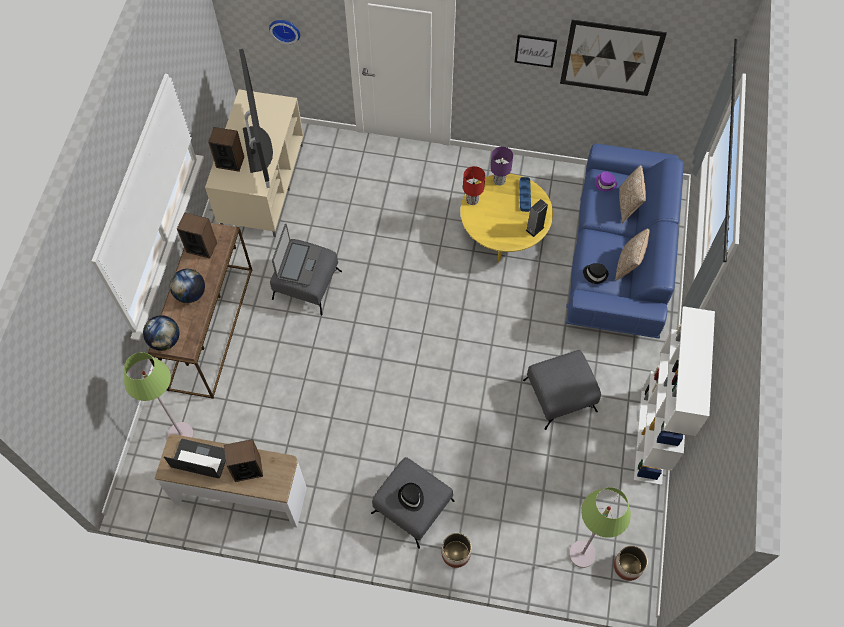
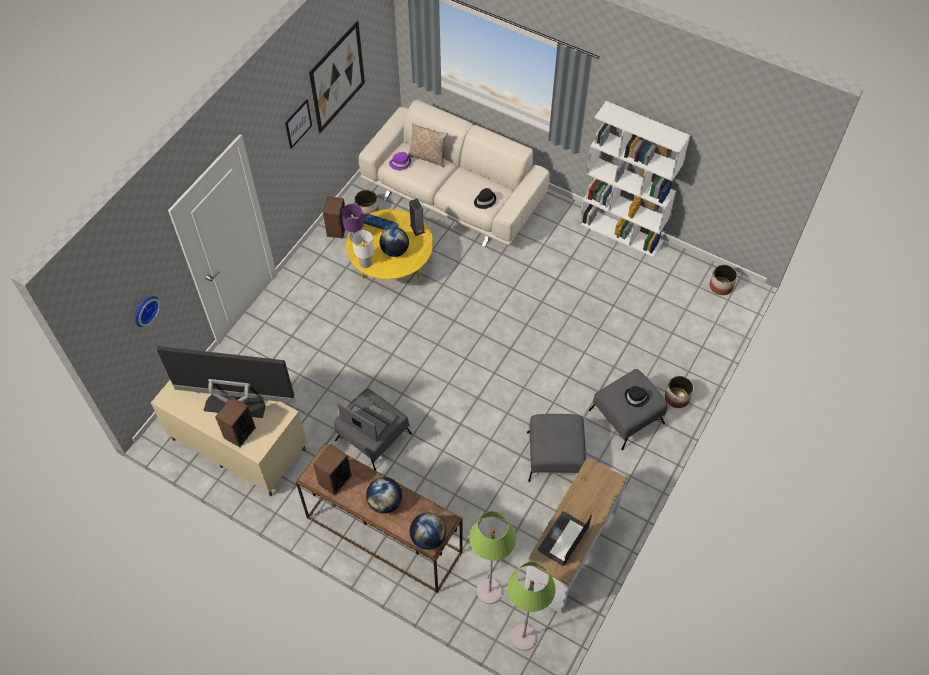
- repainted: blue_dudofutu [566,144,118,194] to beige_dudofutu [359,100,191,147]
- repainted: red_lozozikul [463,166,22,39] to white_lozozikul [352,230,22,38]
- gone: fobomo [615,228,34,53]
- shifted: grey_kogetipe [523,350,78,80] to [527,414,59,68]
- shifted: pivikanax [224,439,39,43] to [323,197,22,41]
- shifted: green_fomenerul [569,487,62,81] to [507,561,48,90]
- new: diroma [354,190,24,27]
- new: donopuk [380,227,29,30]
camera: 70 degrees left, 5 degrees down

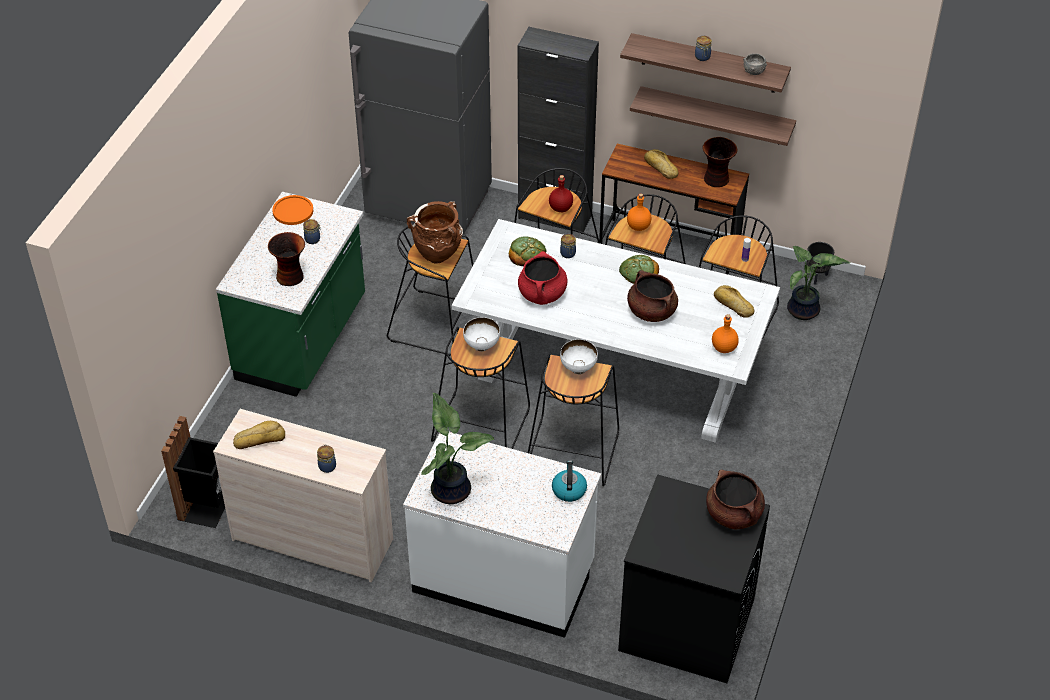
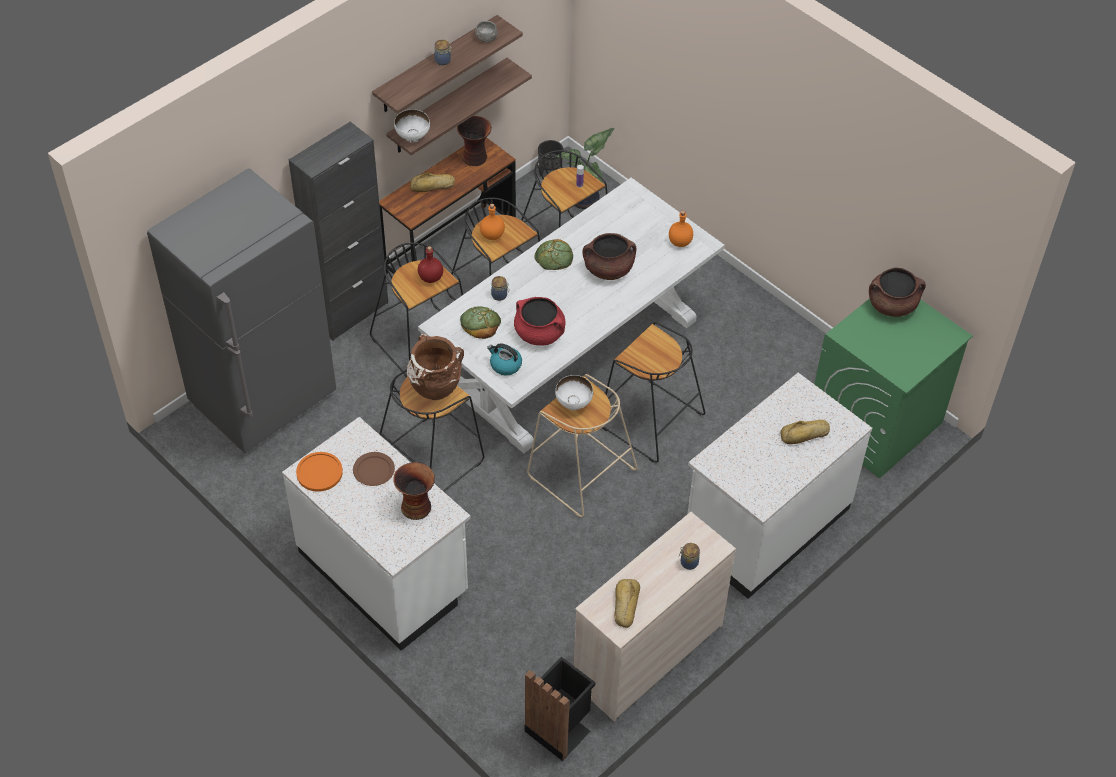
- repainted: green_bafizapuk [216,192,149,205] to white_bafizapuk [282,417,189,234]
- swapped: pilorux [303,219,19,25] to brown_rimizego [353,452,42,34]
- shifted: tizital [714,285,40,33] to [780,420,50,24]
- repainted: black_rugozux [431,327,99,122] to beige_rugozux [527,374,111,143]
- shifted: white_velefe [560,339,38,35] to [394,109,36,34]
- gone: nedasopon [421,393,73,111]
- shifted: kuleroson [552,460,35,42] to [487,343,35,33]
- repainted: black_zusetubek [618,474,152,209] to green_zusetubek [814,298,159,180]
camera: 65 degrees left, 5 degrees up

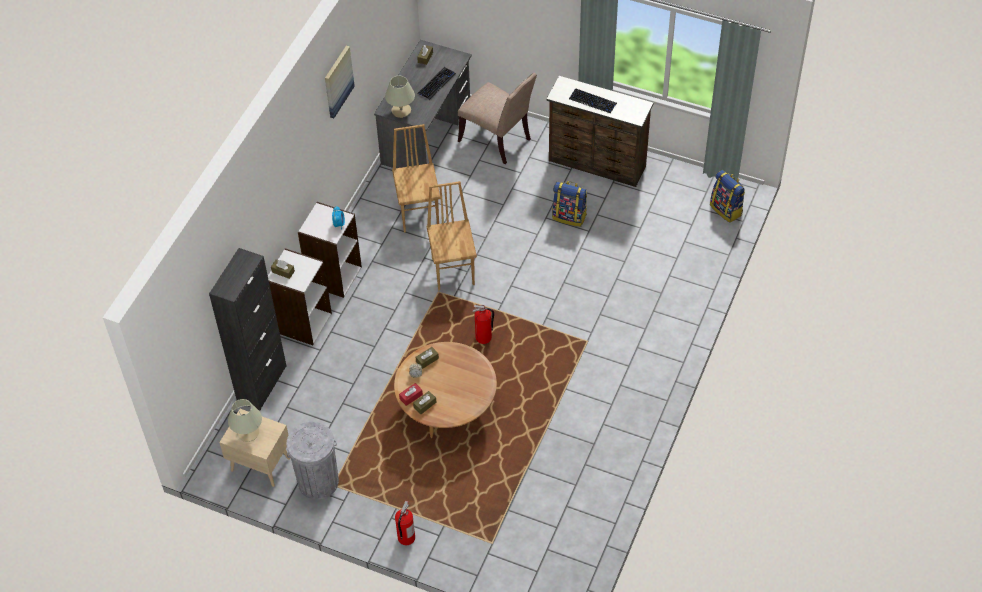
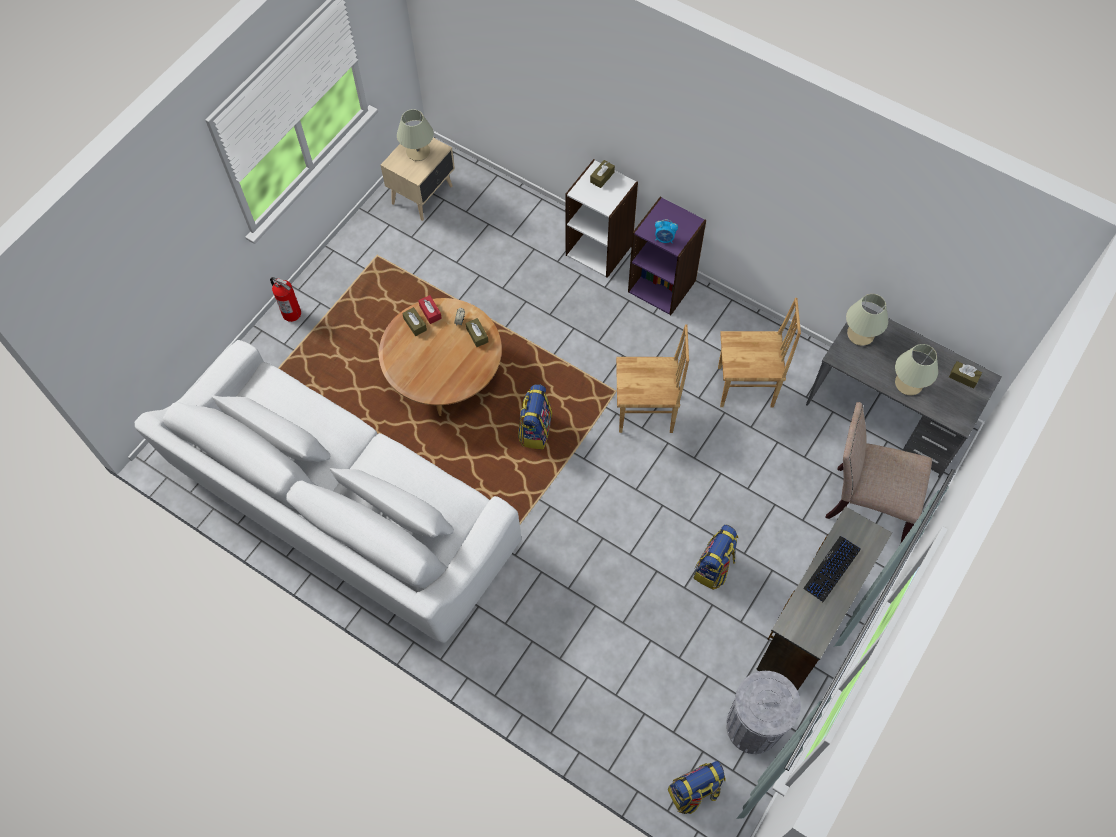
- gone: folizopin [325,46,30,72]
- swapped: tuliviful [417,67,39,33] to beige_lozozikul [895,344,43,51]
- rotated: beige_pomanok [458,73,79,91] = [825,402,107,141] 60 degrees clockwise
- repainted: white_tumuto [298,202,64,96] to purple_tumuto [628,197,78,118]
- gone: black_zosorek [209,248,78,162]
- swapped: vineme [472,305,22,39] to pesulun [518,384,34,65]
- shifted: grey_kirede [287,422,52,78] to [726,671,75,83]
- new: white_dudofutu [135,340,387,303]
camera: 100 degrees right, 10 degrees up

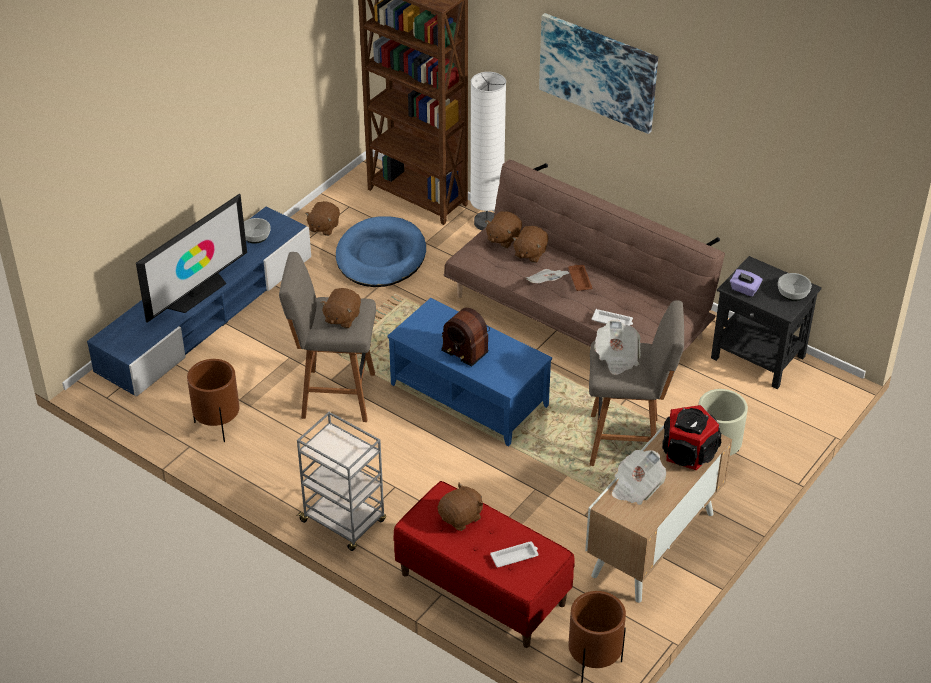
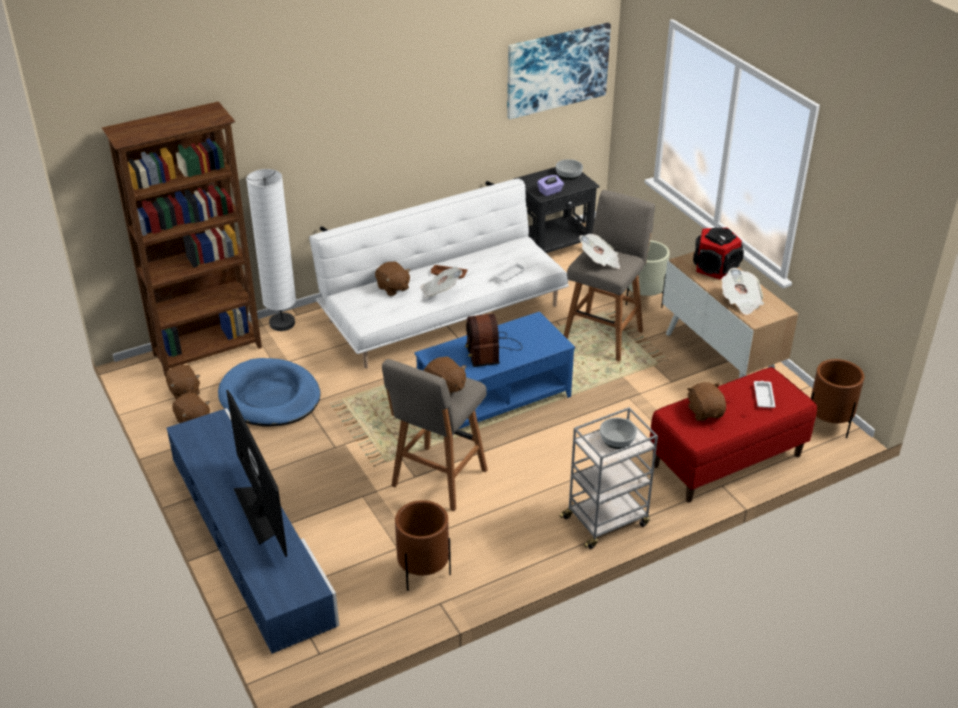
- shifted: folizopin [539,13,119,121] to [507,23,104,96]
- repainted: brown_dudofutu [444,159,281,193] to white_dudofutu [309,178,260,191]
- shifted: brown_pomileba [485,211,37,37] to [166,365,34,34]
- shifted: velefe [244,218,27,26] to [600,418,37,31]
- rotated: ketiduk [441,308,49,59] = [465,314,57,53] 105 degrees clockwise
camera: 65 degrees left, 5 degrees down

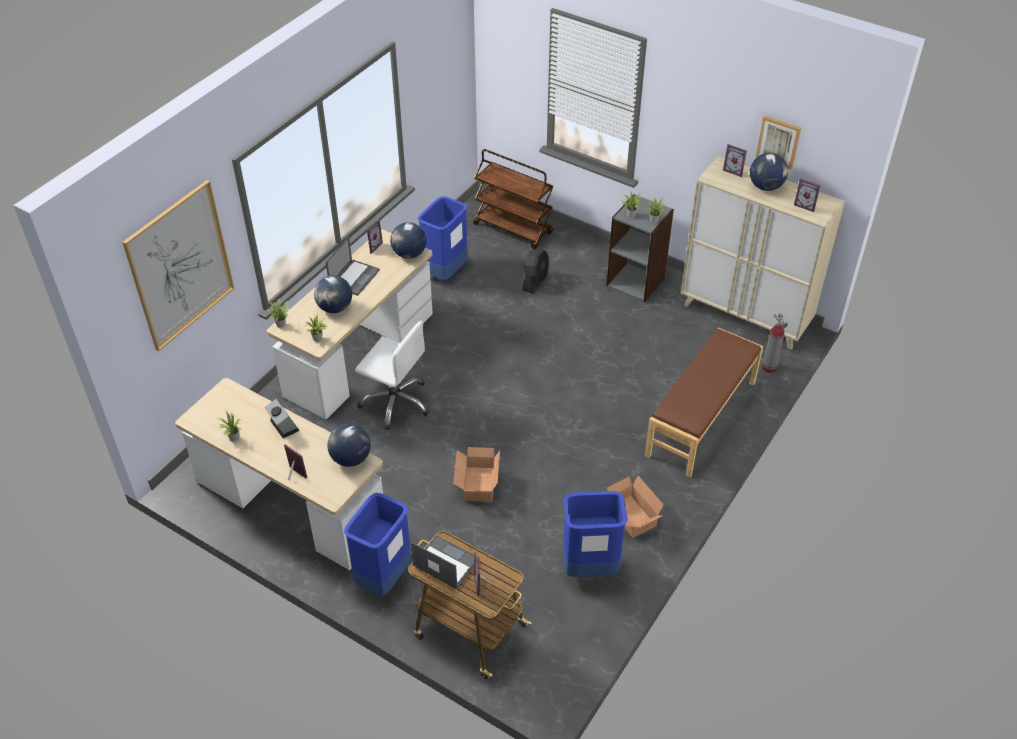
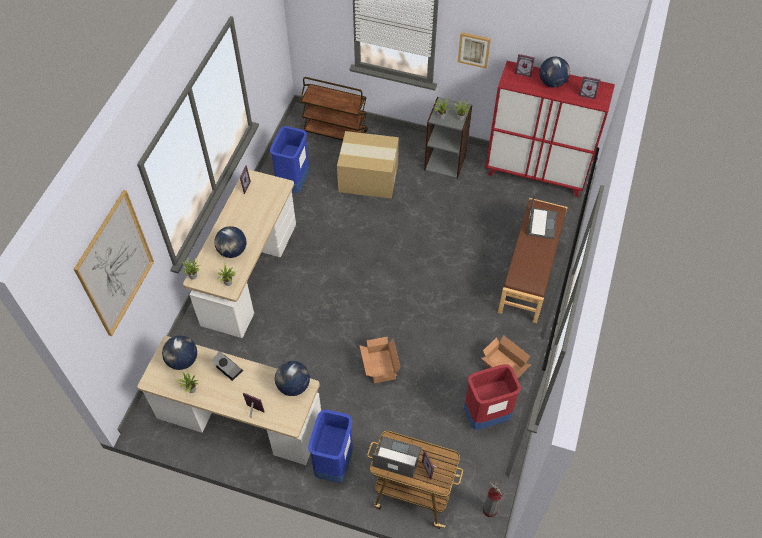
- shifted: folizopin [756,116,45,53] to [458,32,33,36]
- repainted: beige_zosorek [681,156,164,194] to red_zosorek [486,61,129,136]
- shifted: donopuk [390,222,36,37] to [162,335,35,35]
- shifted: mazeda [326,237,54,59] to [527,193,30,46]
- swapped: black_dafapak [522,249,27,45] to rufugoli [337,131,62,68]
- shifted: vineme [762,313,26,60] to [483,481,22,36]
- gone: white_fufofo [355,320,74,110]
- repainted: blue_kirede [563,491,64,86] to red_kirede [464,364,57,66]
camera: 15 degrees left, 10 degrees up

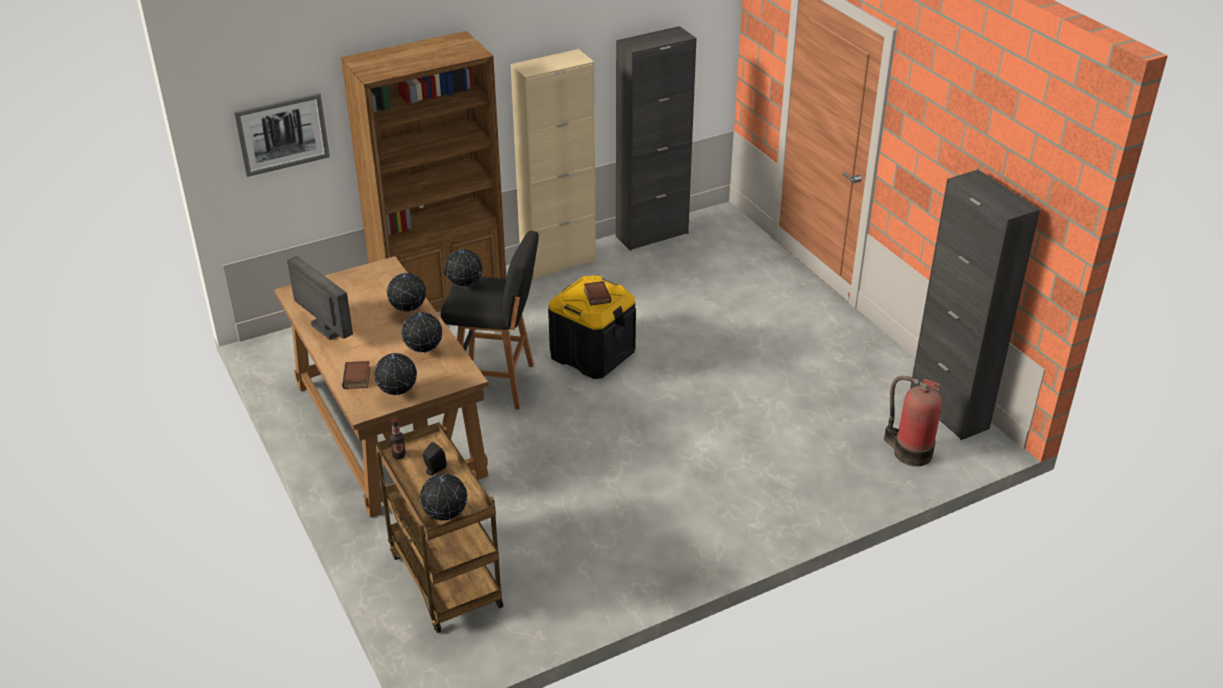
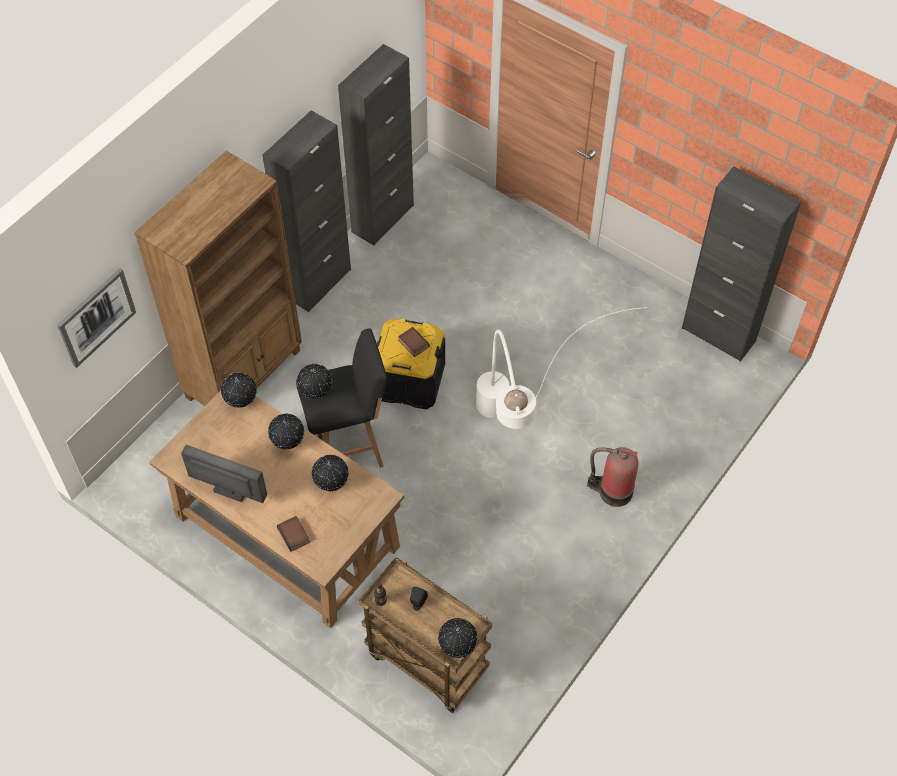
- repainted: beige_zosorek [511,49,85,230] to black_zosorek [262,110,89,202]
- shifted: donopuk [374,353,43,42] to [221,372,36,36]
- shifted: vineme [884,376,58,90] to [587,447,51,60]
- new: white_fomenerul [476,307,171,122]
camera: 25 degrees left, 20 degrees up

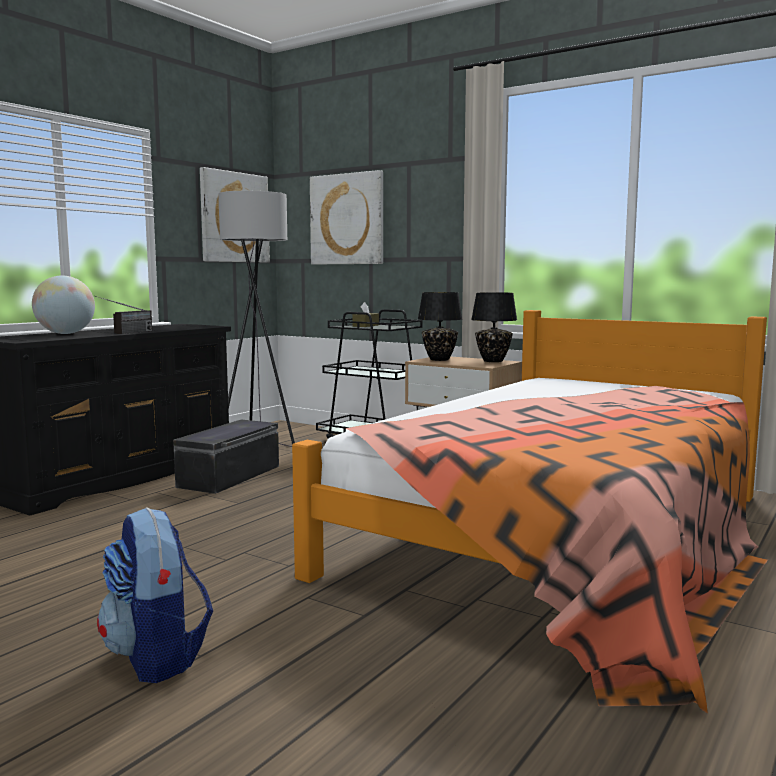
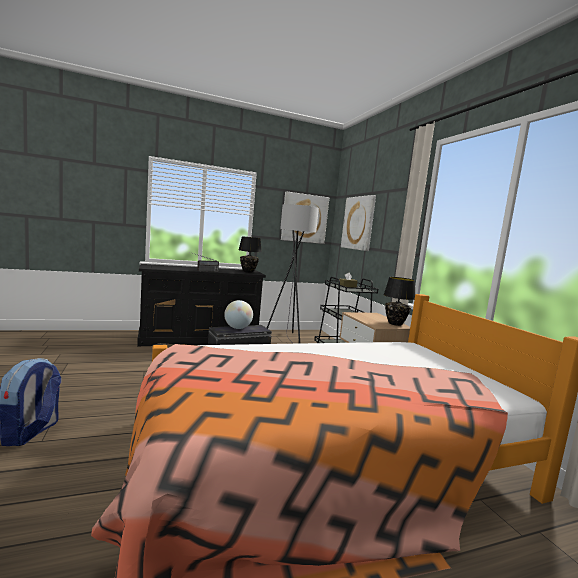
- shifted: donopuk [32,275,63,59] to [224,300,29,29]
- shifted: black_lozozikul [418,292,44,69] to [239,236,23,37]
camera: 35 degrees right, 0 degrees up

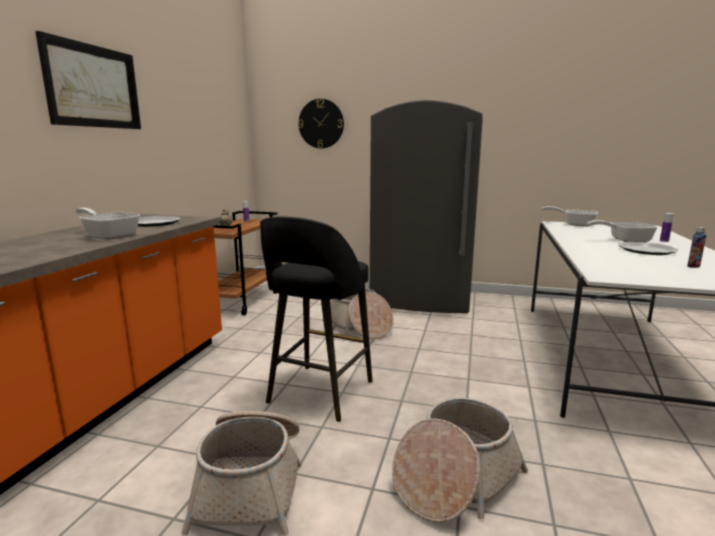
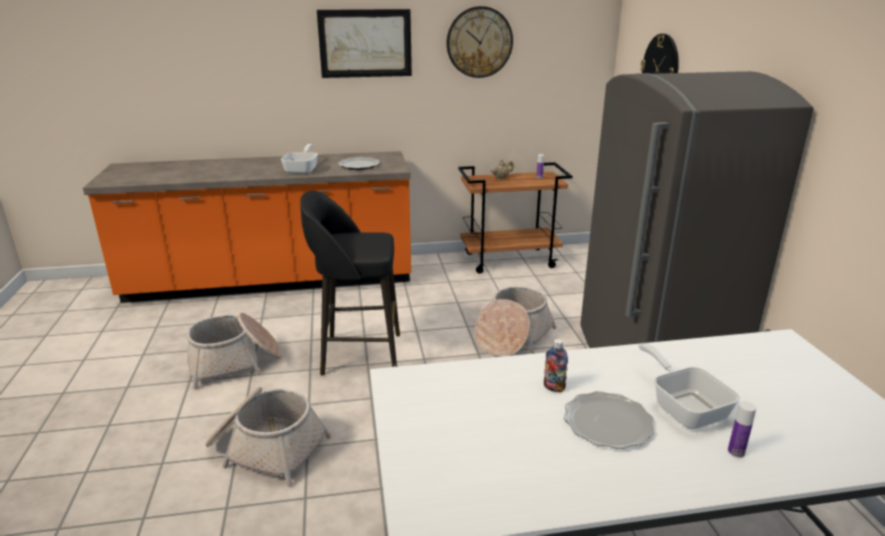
- gone: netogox [542,206,56,21]
- shifted: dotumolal [687,227,19,41] to [544,339,24,54]
- new: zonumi [447,6,66,72]
camera: 65 degrees right, 10 degrees up

